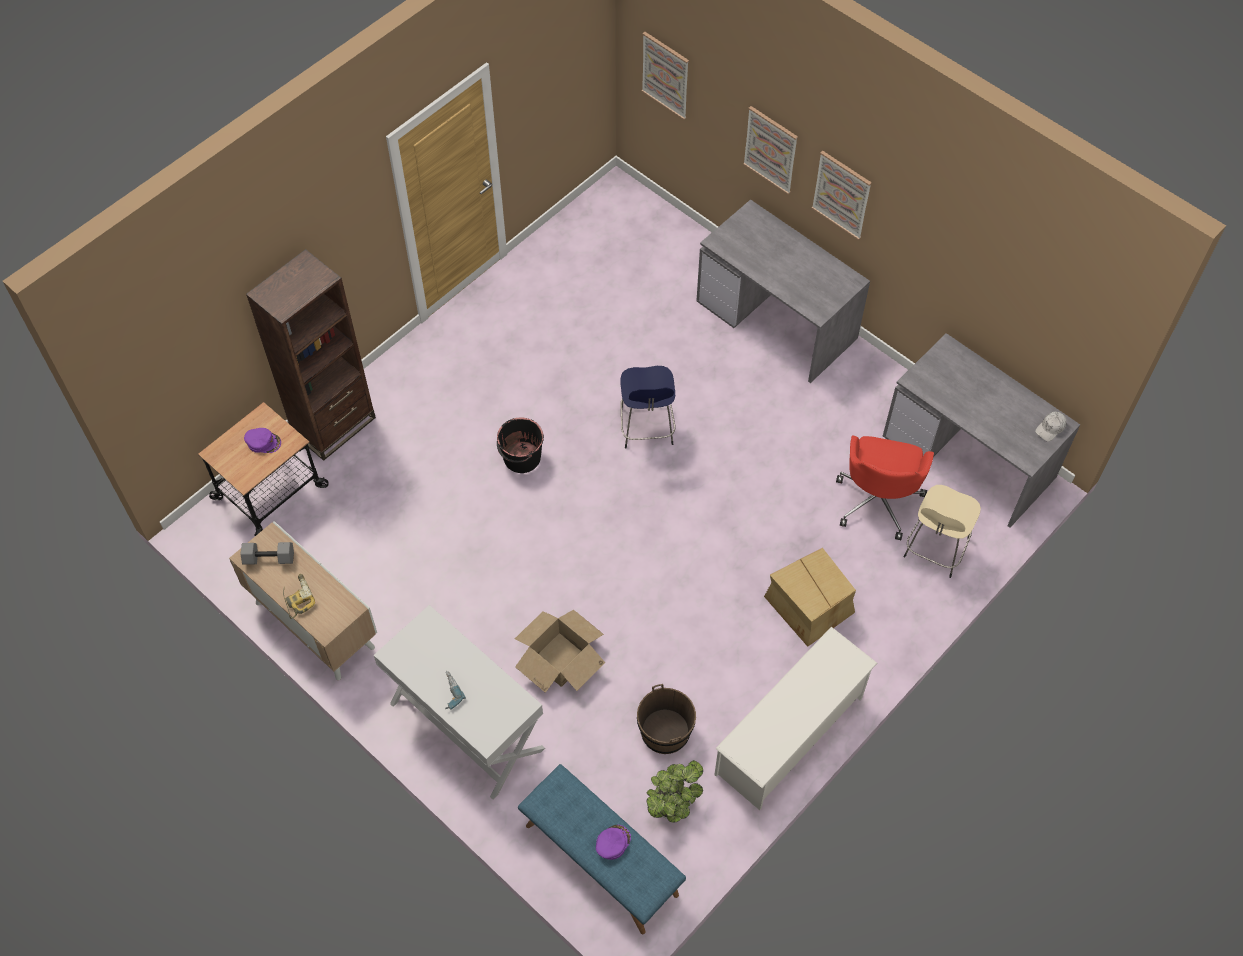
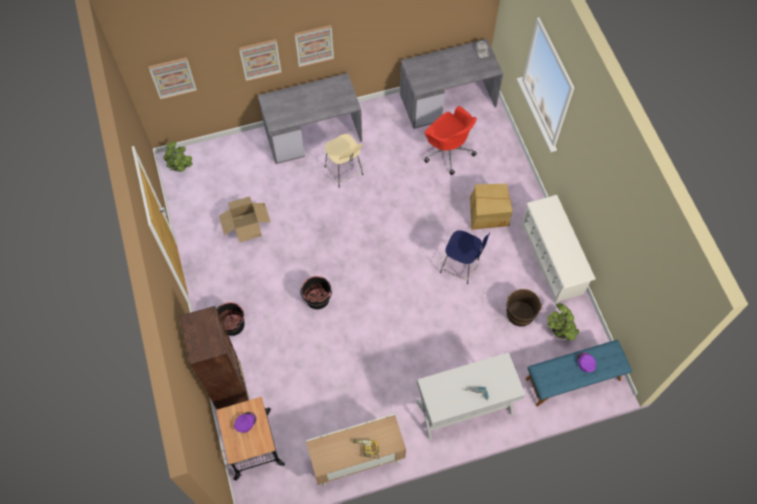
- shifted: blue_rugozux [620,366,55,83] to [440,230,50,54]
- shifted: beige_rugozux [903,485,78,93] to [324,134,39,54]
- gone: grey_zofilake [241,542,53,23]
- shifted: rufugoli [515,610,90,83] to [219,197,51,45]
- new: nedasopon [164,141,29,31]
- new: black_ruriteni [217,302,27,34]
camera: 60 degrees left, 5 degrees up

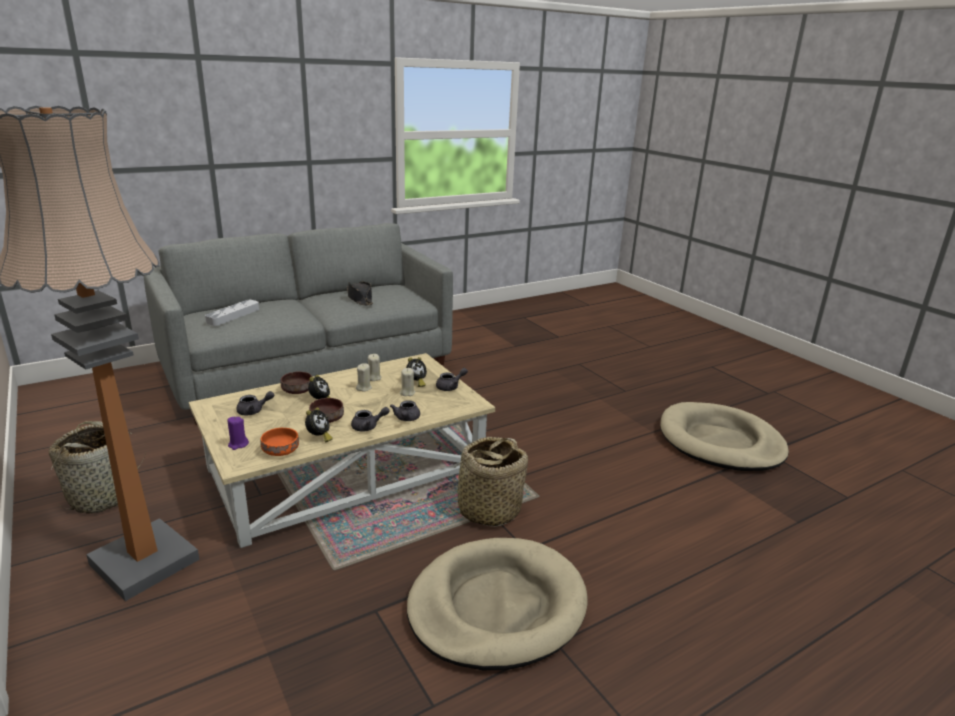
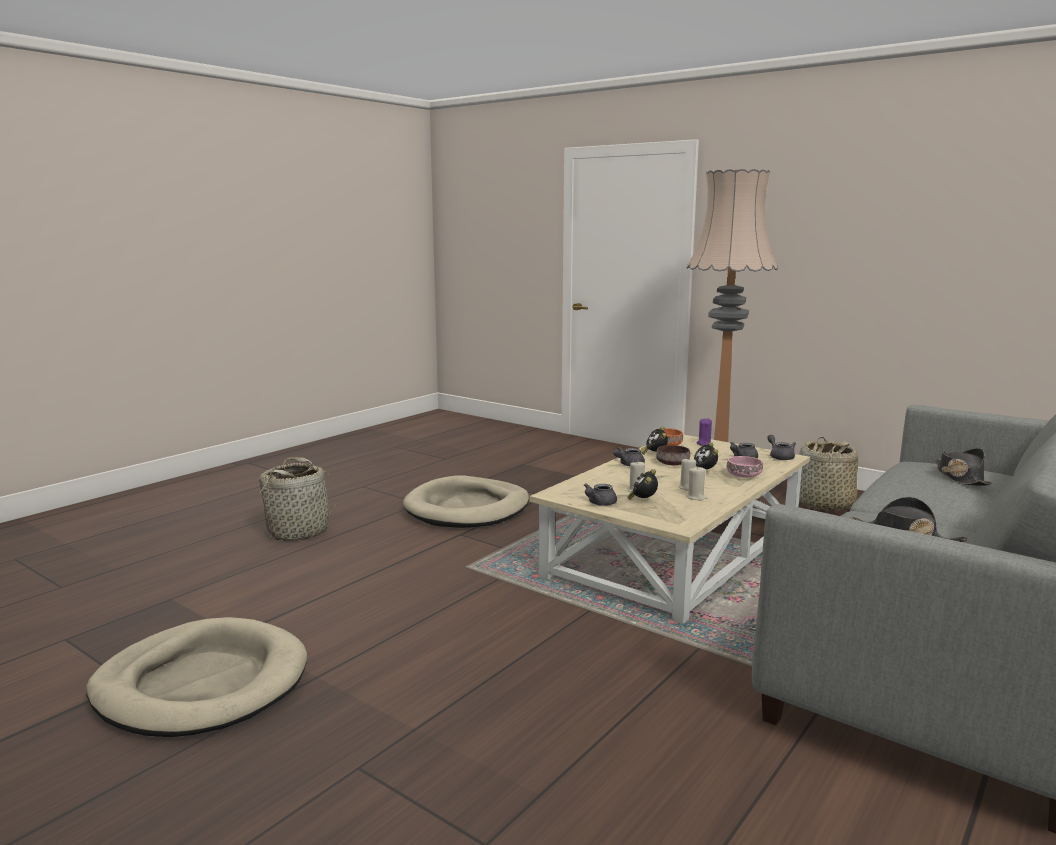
- swapped: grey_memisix [205,300,54,26] to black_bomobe [935,448,57,38]
- repainted: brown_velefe [281,371,31,23] to pink_velefe [727,456,36,22]
- shifted: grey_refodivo [390,400,30,21] to [767,435,29,25]
- shifted: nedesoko [444,437,84,90] to [259,457,80,84]
camera: 160 degrees right, 10 degrees down

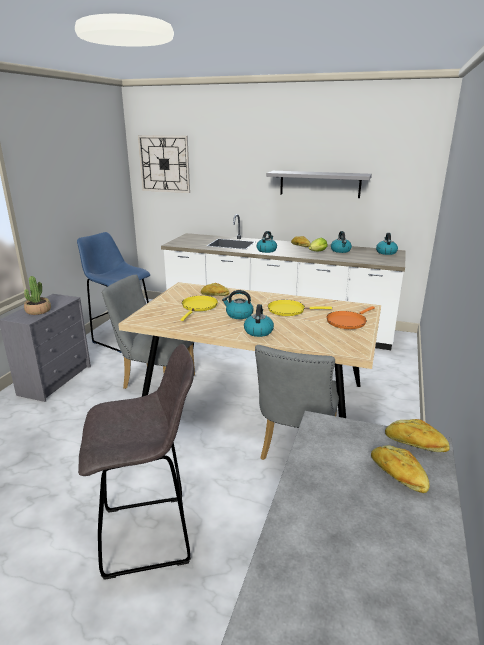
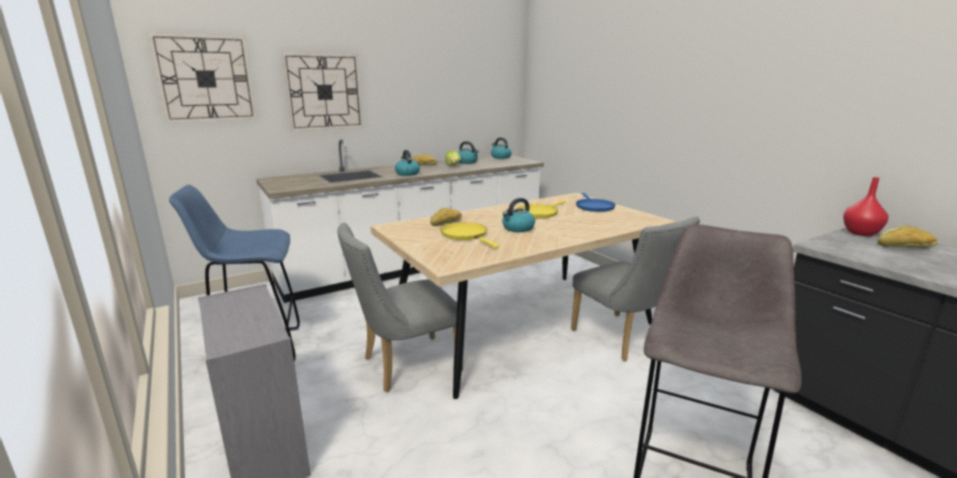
- gone: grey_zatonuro [266,171,106,27]
- gone: nedasopon [24,276,27,39]
- gone: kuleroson [244,304,30,33]
- repainted: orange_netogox [326,306,49,23] to blue_netogox [576,193,40,19]
- swapped: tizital [385,419,65,33] to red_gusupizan [843,177,45,59]
- new: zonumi [282,53,81,78]
camera: 50 degrees left, 5 degrees down

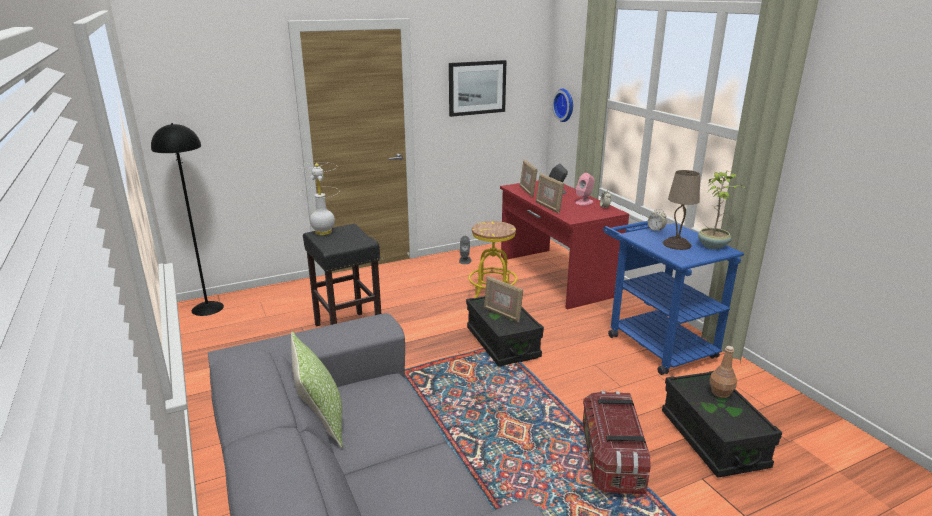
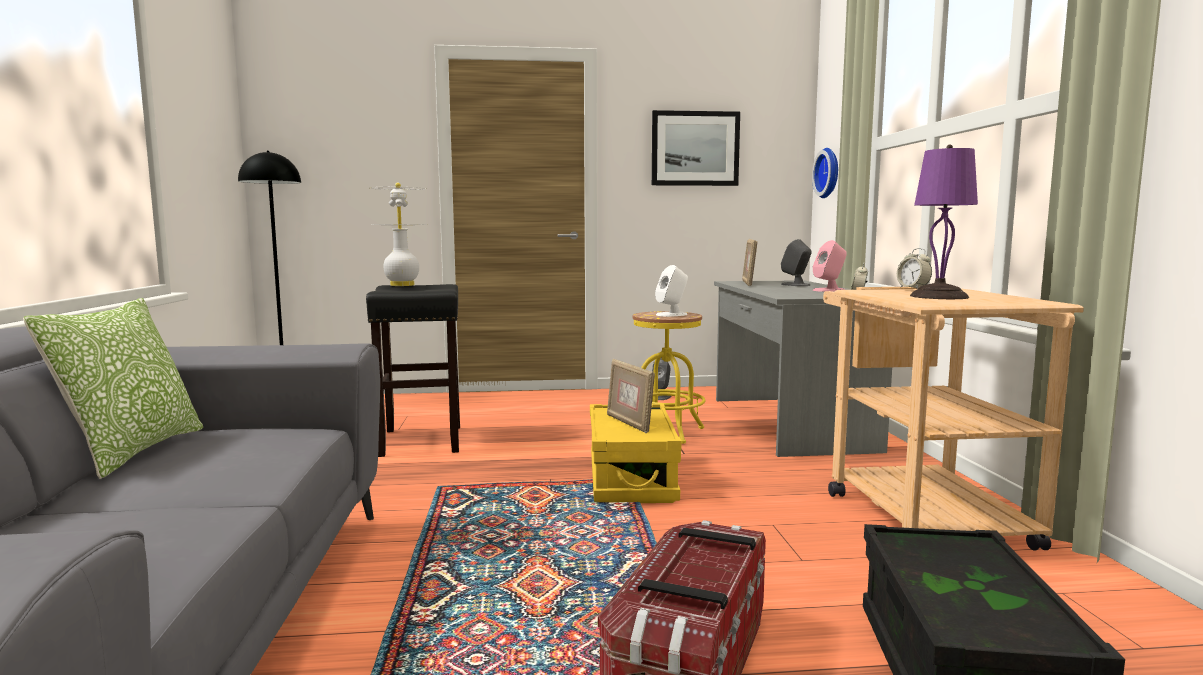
- repainted: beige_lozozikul [663,170,37,80] to purple_lozozikul [910,145,68,154]
- gone: nedasopon [698,171,49,78]
- gone: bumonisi [536,173,28,40]
- repainted: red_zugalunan [500,180,129,129] to grey_zugalunan [714,280,178,177]
- repainted: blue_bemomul [603,221,141,154] to beige_bemomul [823,287,261,263]
- repainted: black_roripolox [466,296,78,71] to yellow_roripolox [590,404,92,99]
- gone: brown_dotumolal [710,346,27,52]
- new: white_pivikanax [655,265,33,52]
camera: 20 degrees right, 15 degrees down

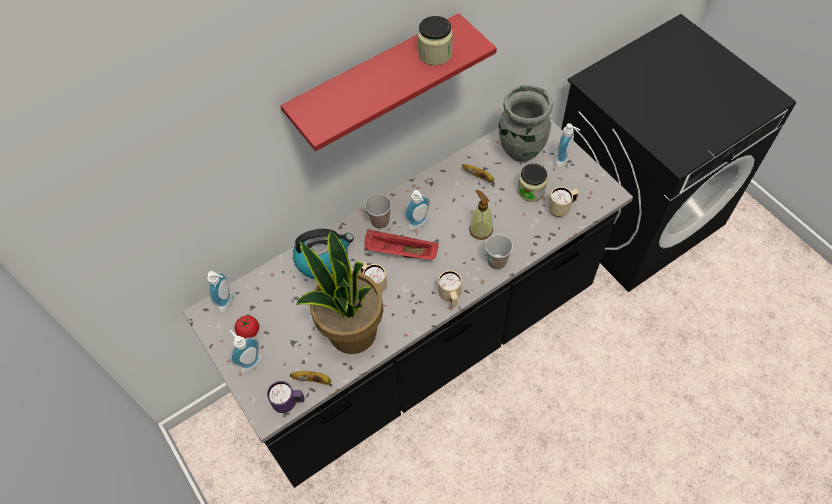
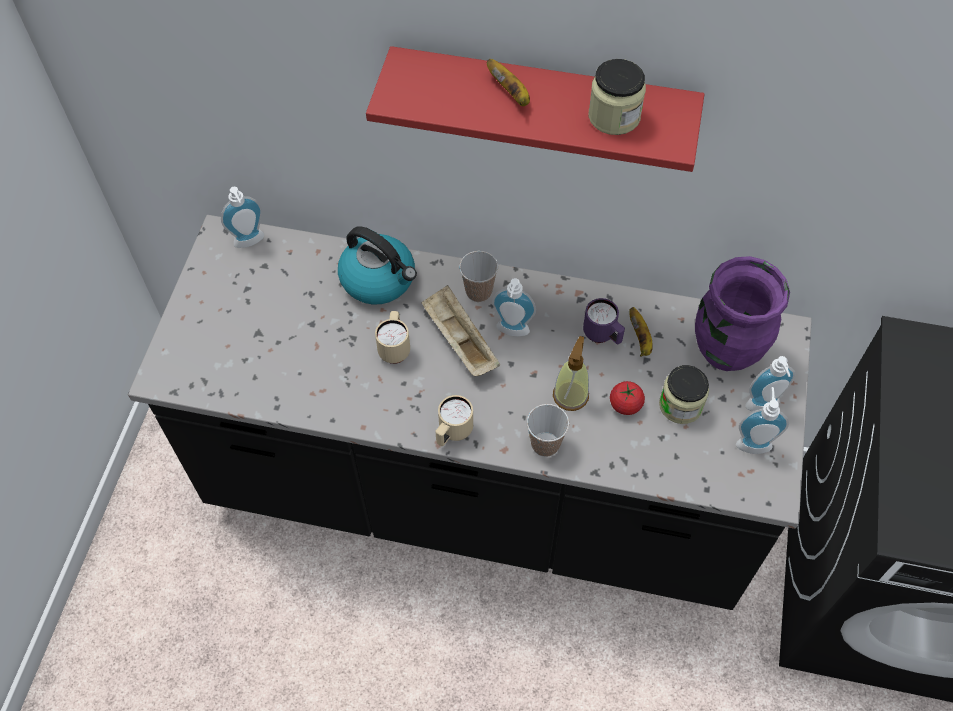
- repainted: grey_gusupizan [499,85,54,77] to purple_gusupizan [695,256,95,115]
- gone: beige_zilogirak [548,187,31,30]
- repainted: red_memisix [364,229,75,31] to beige_memisix [422,285,78,91]
- gone: nedasopon [296,231,88,123]
- shifted: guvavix [235,315,24,23] to [610,381,35,34]
- shifted: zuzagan [230,329,32,44] to [736,387,53,67]
- shifted: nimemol [290,371,42,15] to [487,59,43,47]
- shifted: purple_zilogirak [267,381,38,32] to [583,298,42,46]
camera: 45 degrees right, 0 degrees up

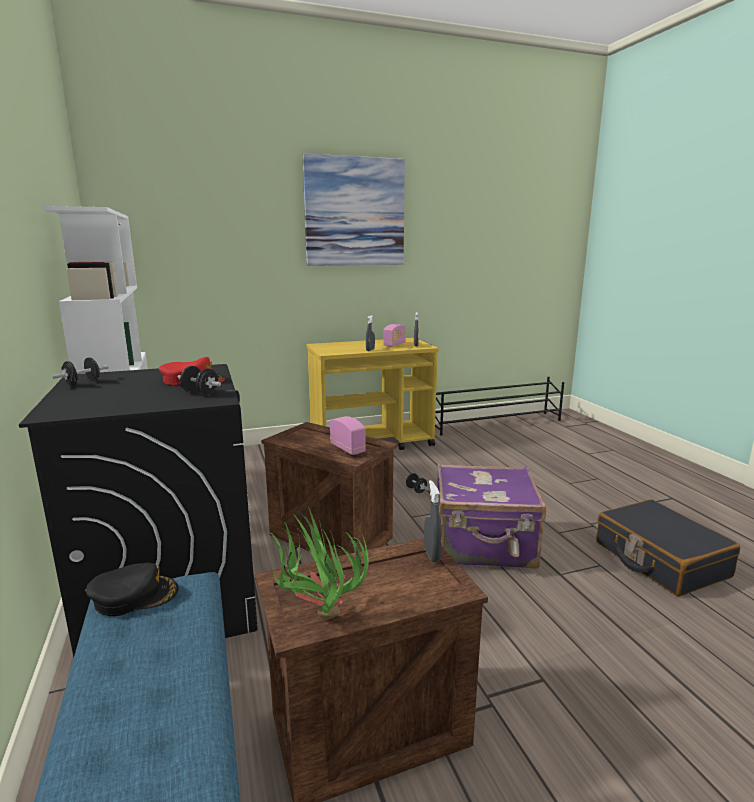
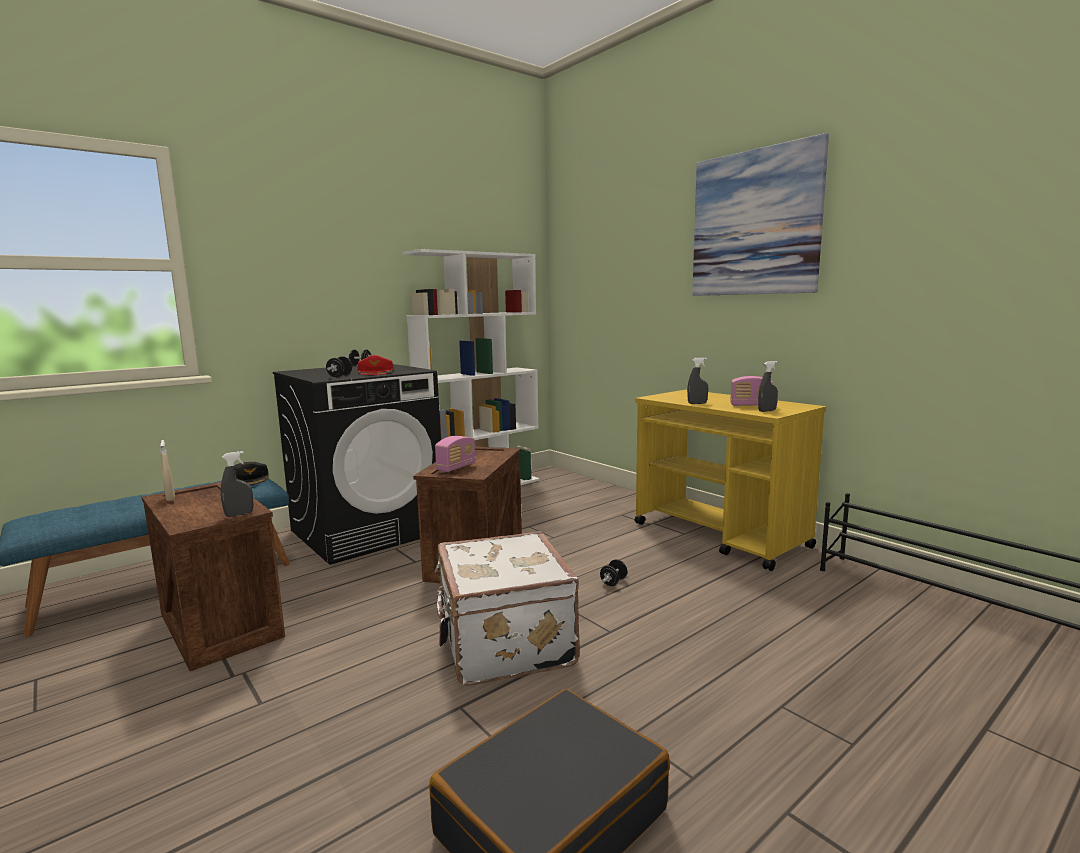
- repainted: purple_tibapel [437,464,109,105] to white_tibapel [435,531,145,155]
- swapped: nedasopon [270,505,98,115] to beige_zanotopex [160,440,15,61]
camera: 70 degrees right, 5 degrees down

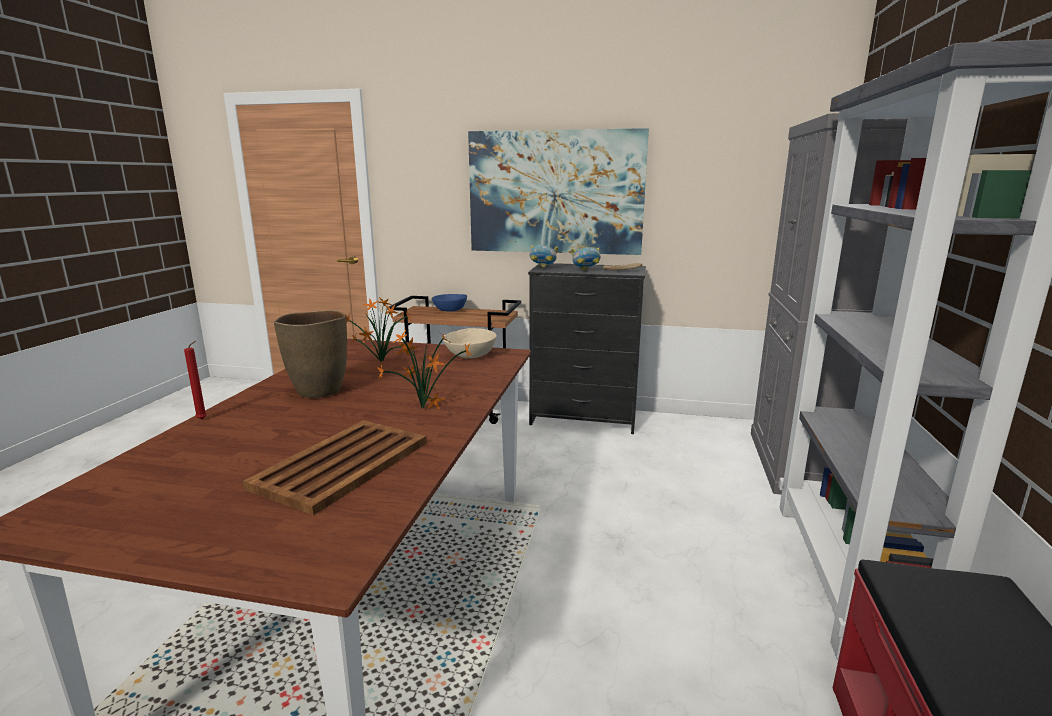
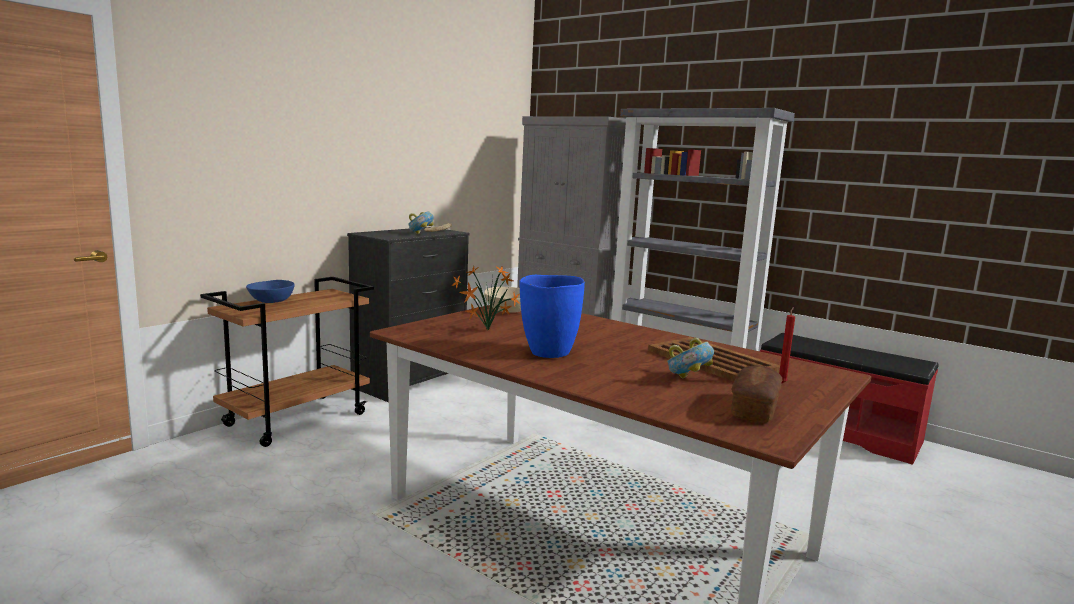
- gone: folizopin [468,128,181,127]
- shifted: velefe [529,245,29,23] to [667,338,47,40]
- repainted: brown_gusupizan [274,310,73,88] to blue_gusupizan [519,275,66,83]
- gone: nedasopon [378,329,94,81]
- shifted: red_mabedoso [184,341,23,79] to [779,307,16,76]
- new: tizital [731,366,51,57]
camera: 65 degrees left, 5 degrees down

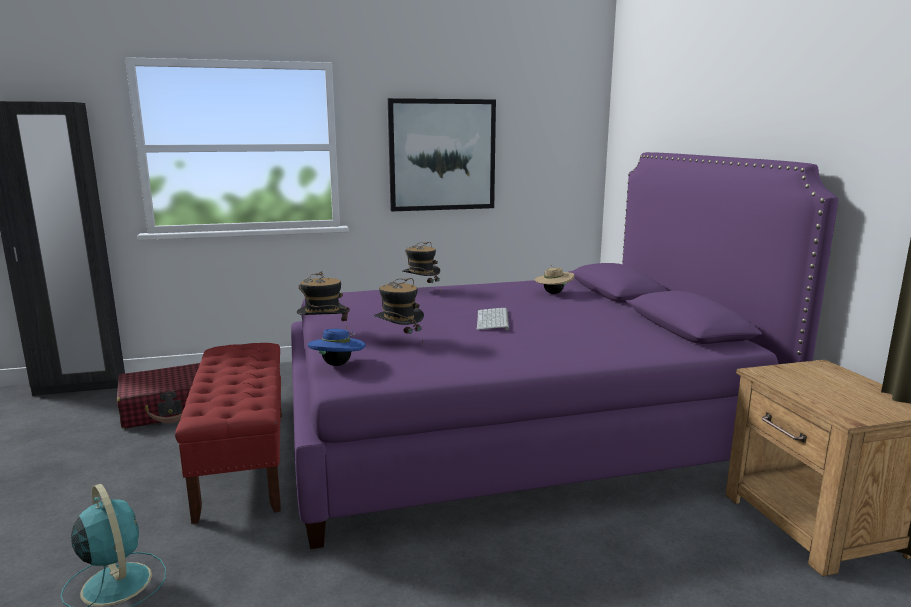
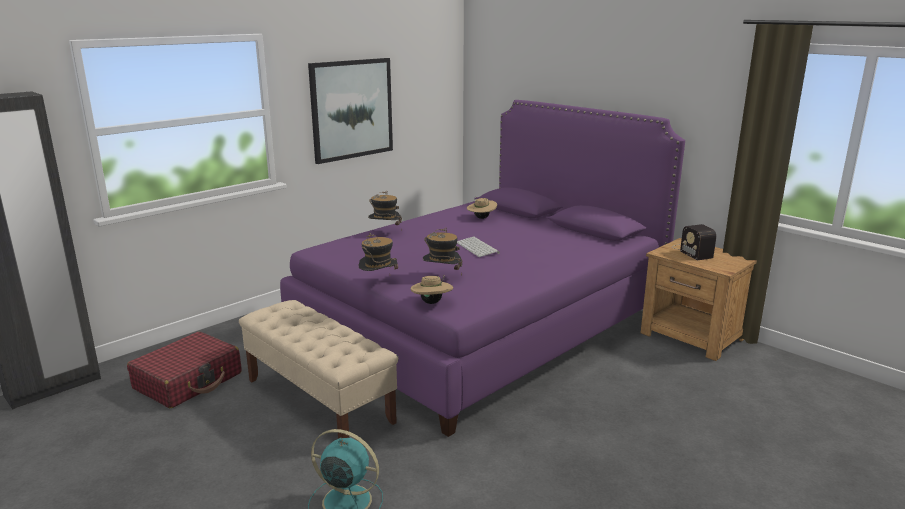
- repainted: blue_bomobe [308,329,57,37] to beige_bomobe [411,276,42,28]
- repainted: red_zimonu [175,343,107,181] to beige_zimonu [239,300,159,139]
- new: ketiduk [672,224,44,36]
camera: 30 degrees left, 5 degrees up

